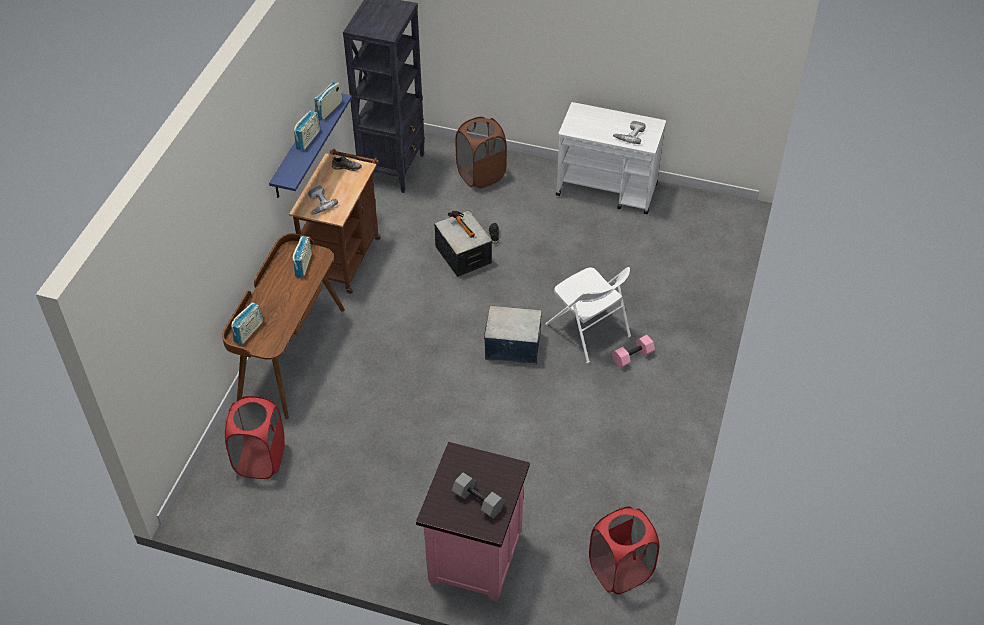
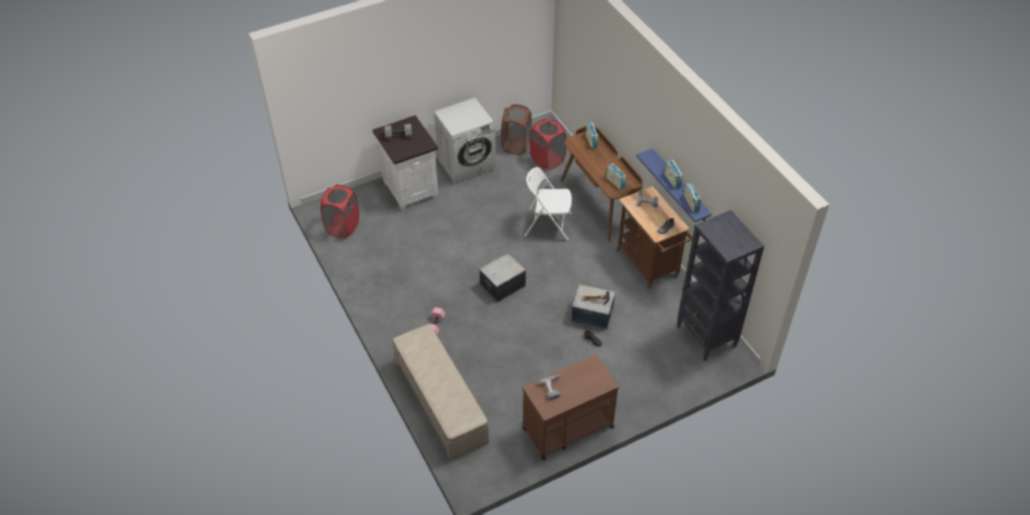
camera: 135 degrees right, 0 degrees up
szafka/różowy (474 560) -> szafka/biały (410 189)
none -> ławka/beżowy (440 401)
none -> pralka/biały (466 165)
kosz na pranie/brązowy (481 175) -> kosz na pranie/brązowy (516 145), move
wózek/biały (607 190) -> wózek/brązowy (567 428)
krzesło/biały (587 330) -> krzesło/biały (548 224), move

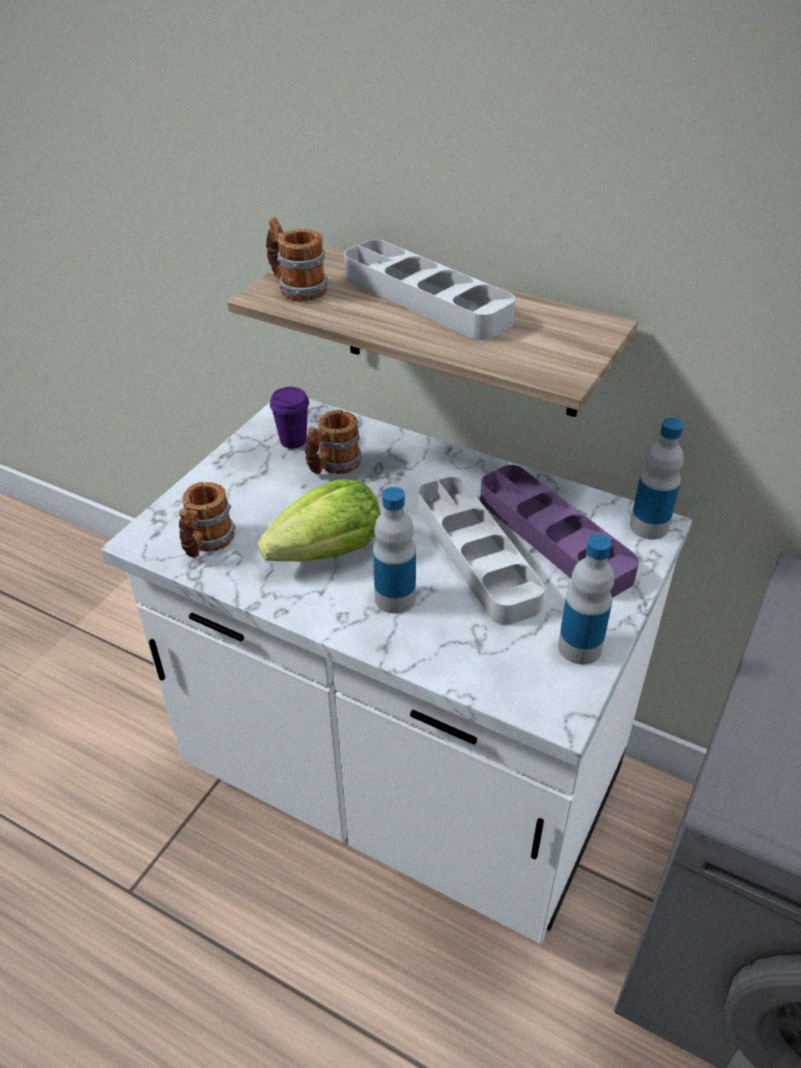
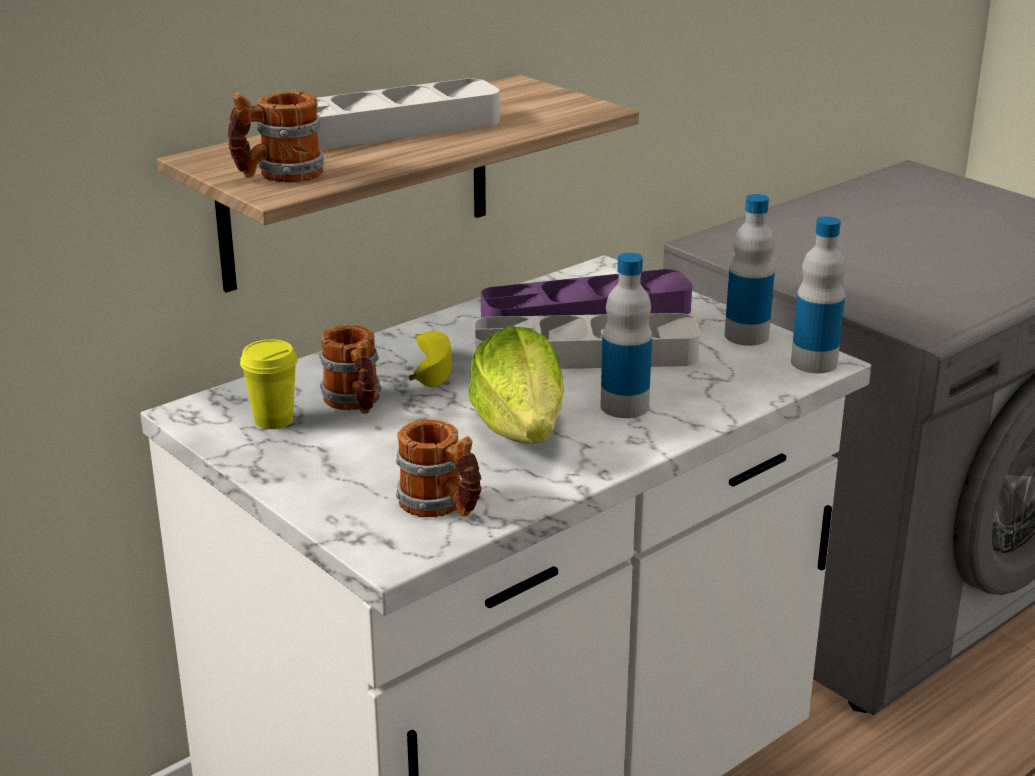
camera: 70 degrees left, 15 degrees down
filiżanka/fioletowy (293 441) -> filiżanka/żółty (274 420)
none -> banan (427 367)
butelka (649 526) -> butelka (814 363), move

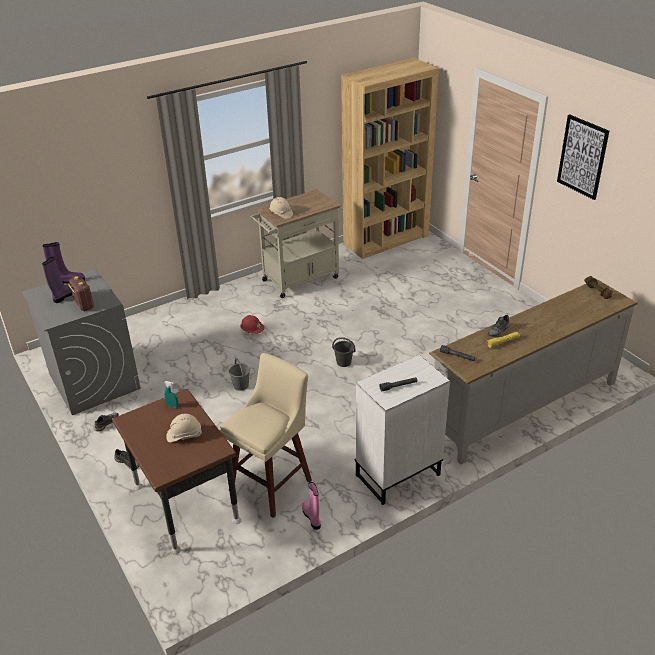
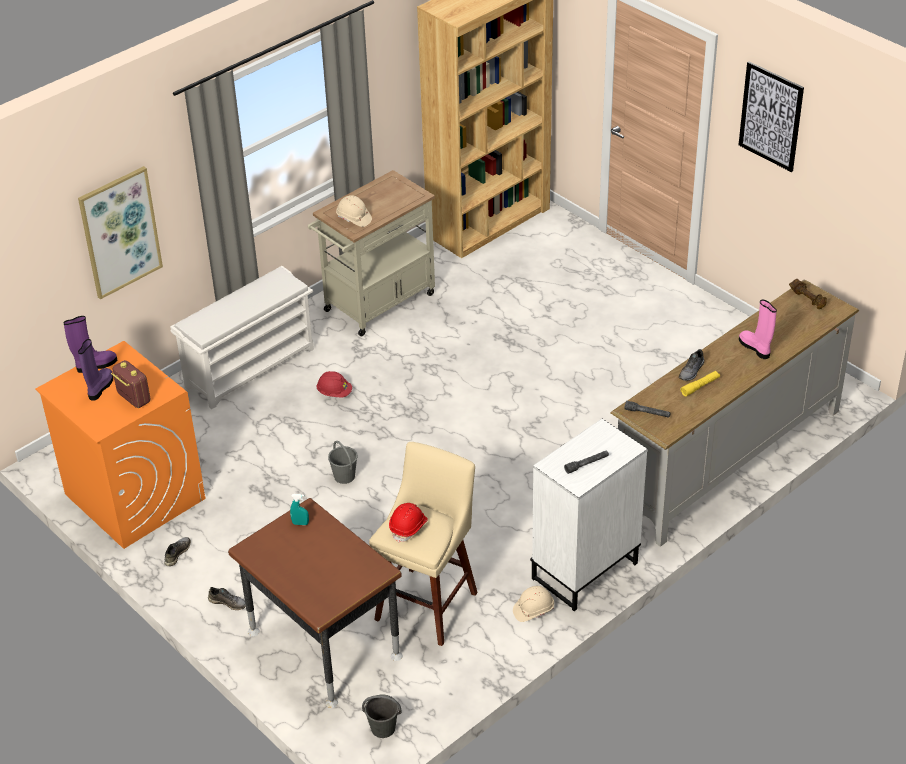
camera: 10 degrees left, 5 degrees up
pralka/szary (94 381) -> pralka/pomarańczowy (134 496)
none -> obraz (120 232)
none -> regał na buty/biały (250 367)
wiadro/szary (344 362) -> wiadro/szary (383 728), move
none -> kask/czerwony (408 527)
kask/beżowy (184 434) -> kask/beżowy (533 610), move
but z cholewką/różowy (312 517) -> but z cholewką/różowy (755 348), move

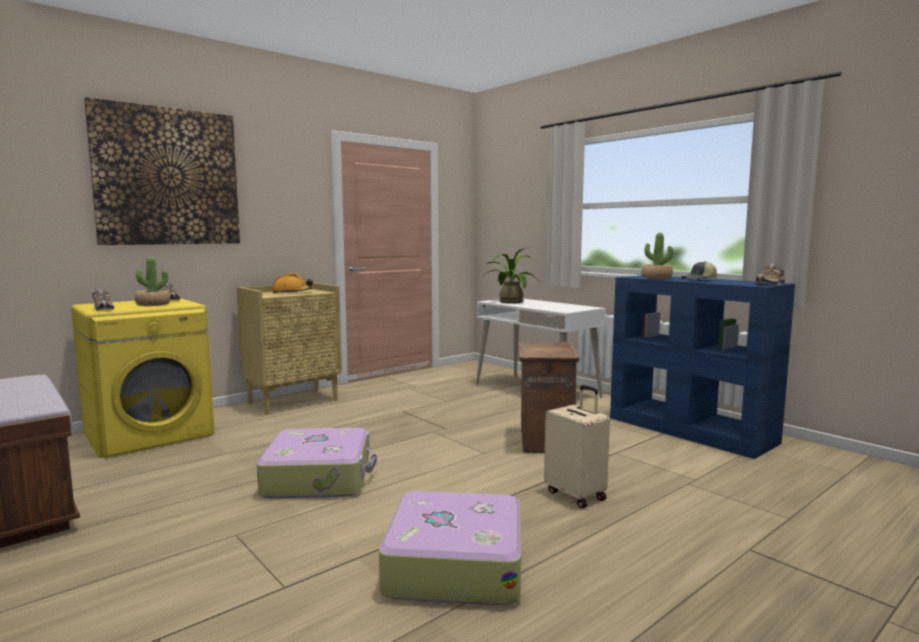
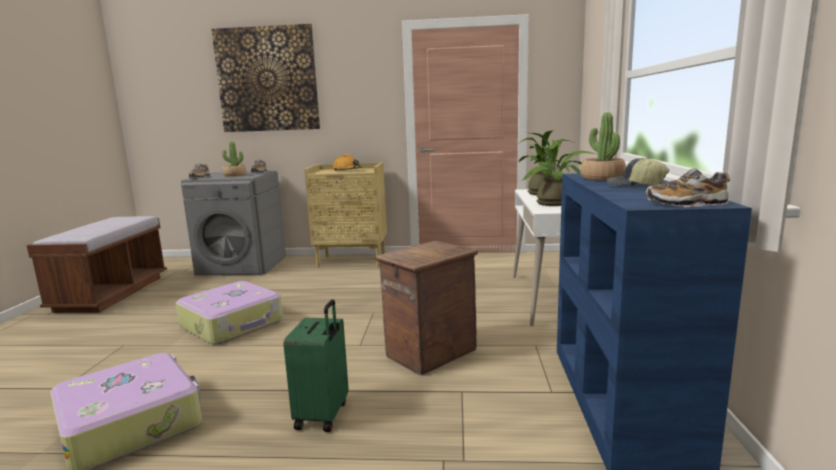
camera: 45 degrees right, 5 degrees up
pralka/żółty (152 434) -> pralka/szary (241 266)
walizka/beżowy (576 495) -> walizka/zielony (323 415)
none -> roślina doniczkowa (557 204)

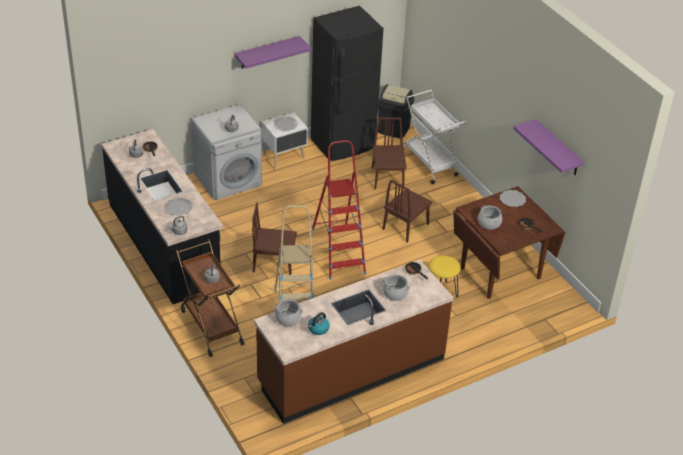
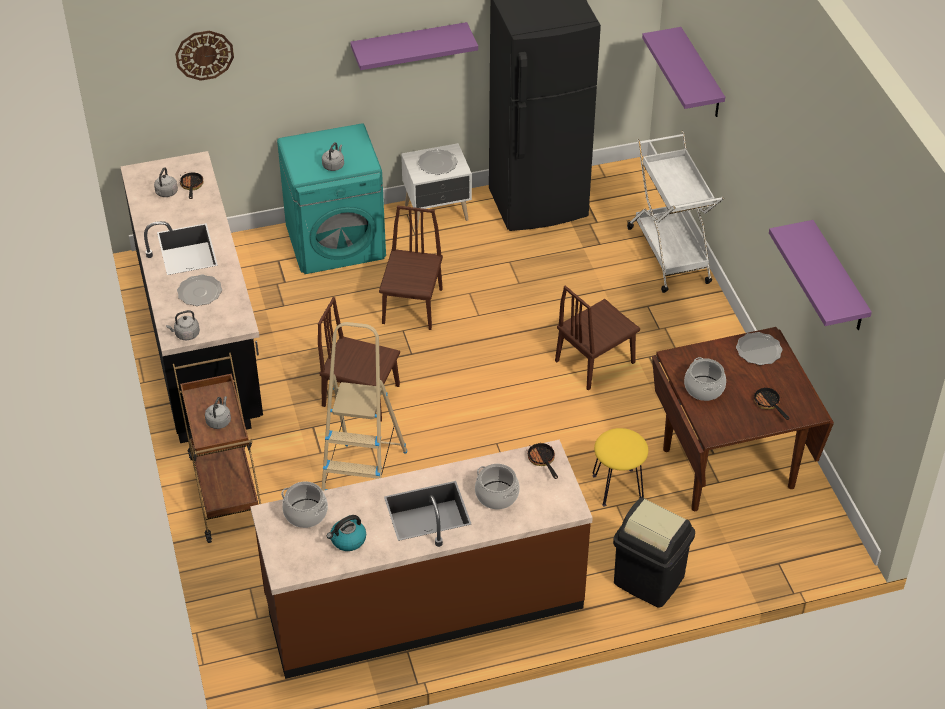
camera: 15 degrees right, 5 degrees up
none -> zegar ścienny (204 55)
pralka/biały (230 180) -> pralka/turkusowy (337 242)
krzesło/brązowy (387 178) -> krzesło/brązowy (412 306), move
kosz na śmieci/czarny (393 129) -> kosz na śmieci/czarny (649 579), move
none -> półka/fioletowy (701 74)
drabinka/czerwony (338 251) -> none

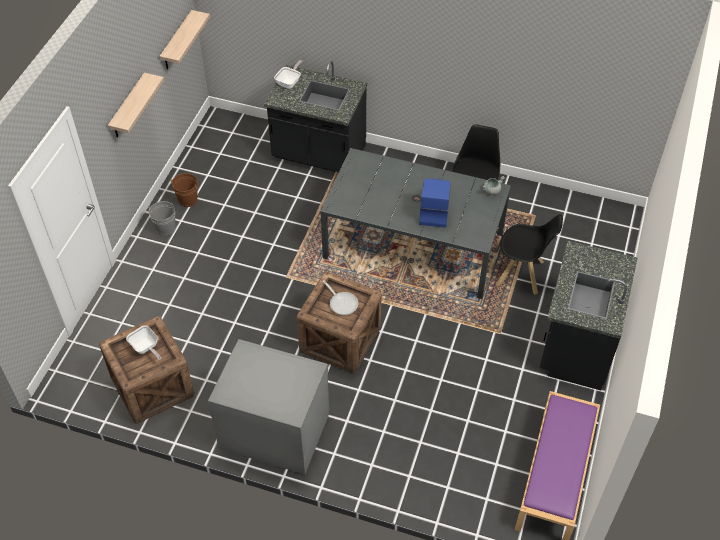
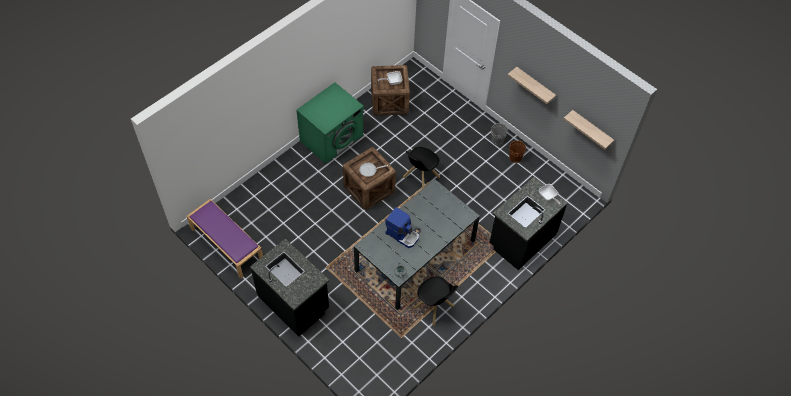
camera: 115 degrees right, 5 degrees up
pralka/szary (274 430) -> pralka/zielony (332 140)
krzesło/czarny (521 274) -> krzesło/czarny (420 177), move

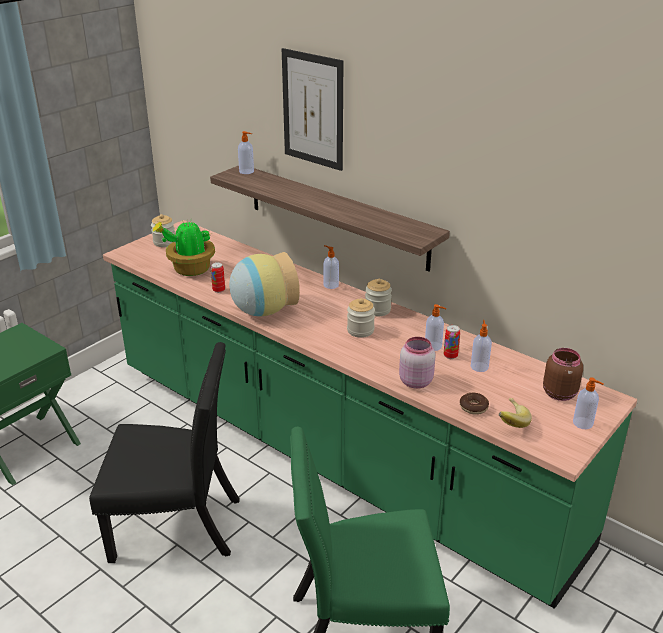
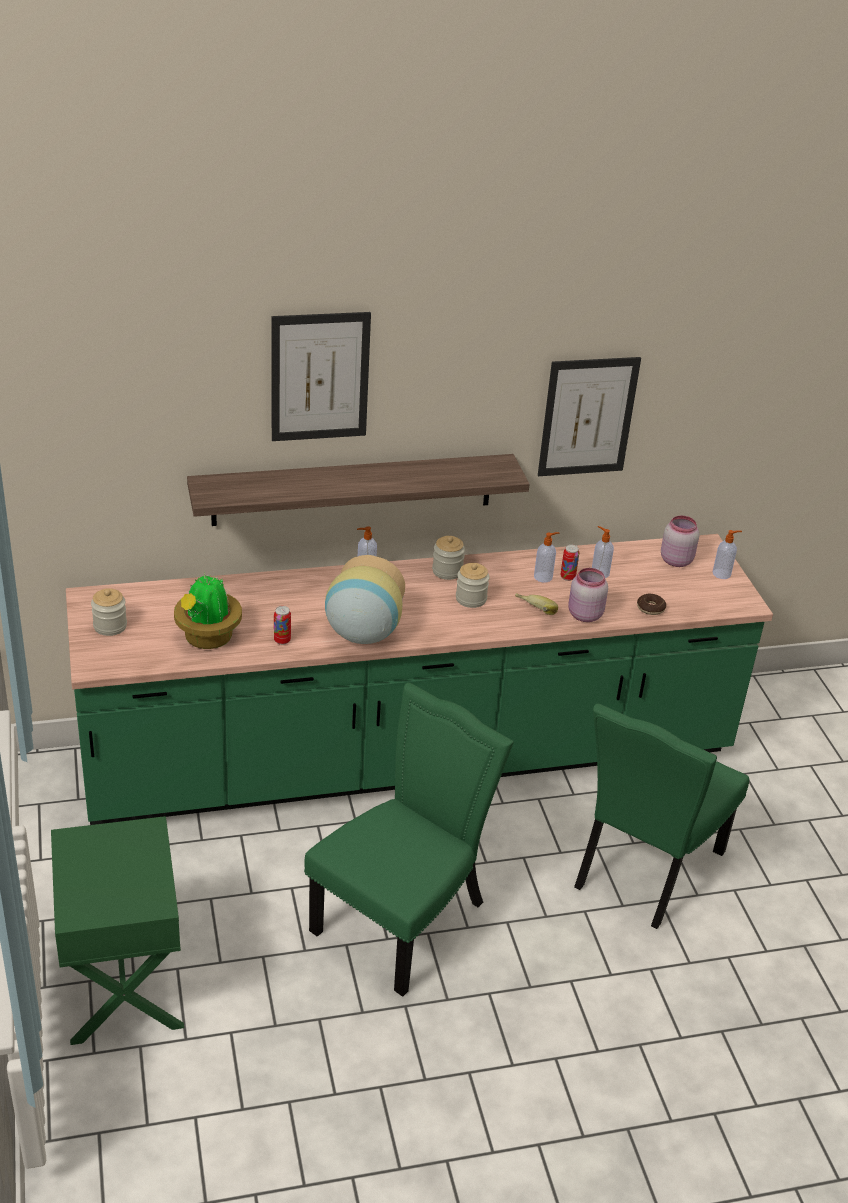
camera: 55 degrees left, 5 degrees up
krzesło/czarny (174 526) -> krzesło/zielony (399 923)
banan (509 422) -> banan (533 614), move
none -> obraz (587 417)
słoik/brązowy (559 393) -> słoik/różowy (675 560)
dozownik mydła (247 171) -> none

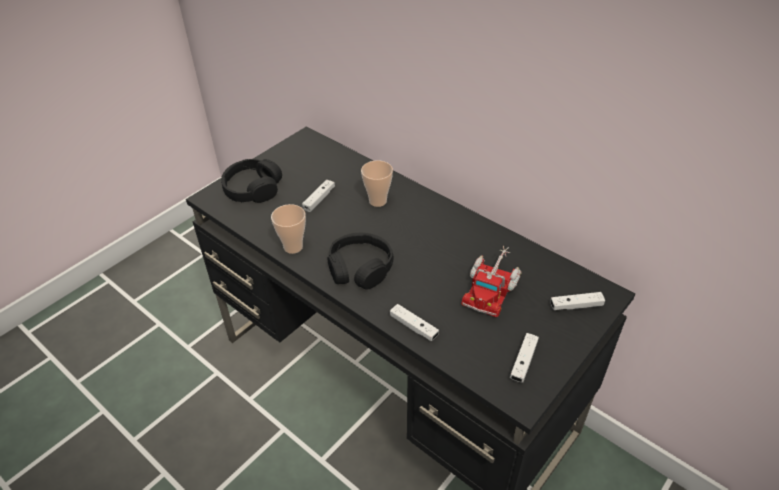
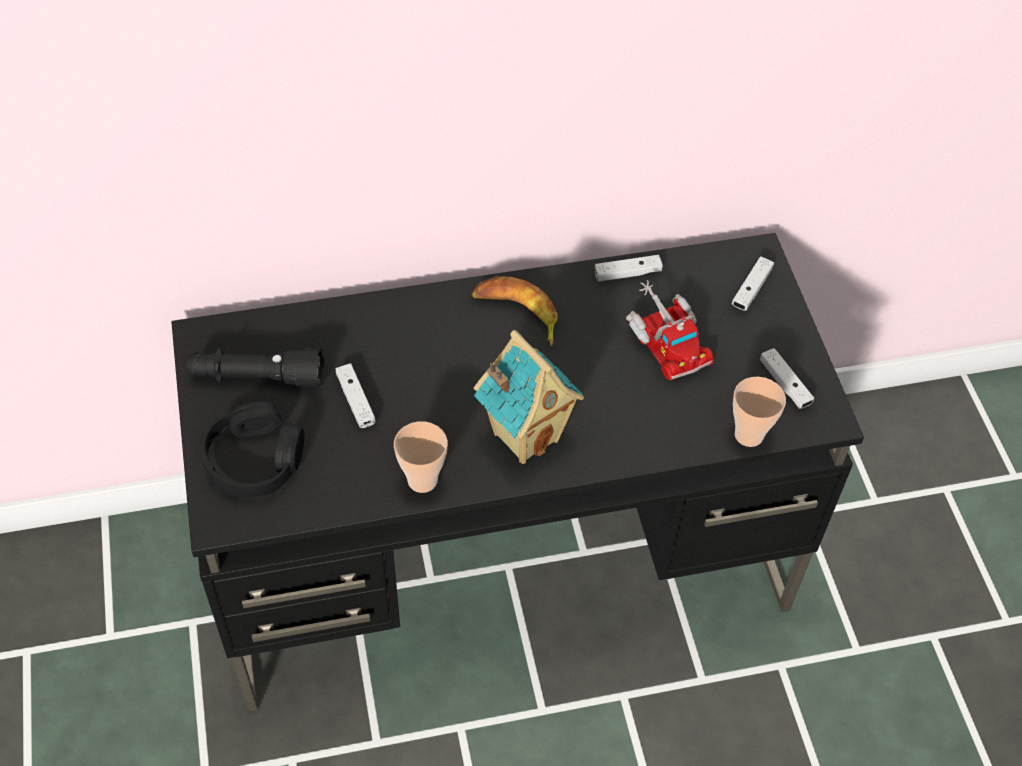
camera: 55 degrees left, 10 degrees up
none -> latarka/czarny (257 377)
none -> banan (517 314)
słuchawki/czarny (360 268) -> domek (525 435)
pad do gier/biały (413 327) -> pad do gier/biały (627 273), move
filiżanka (378 201) -> filiżanka (749 435), move

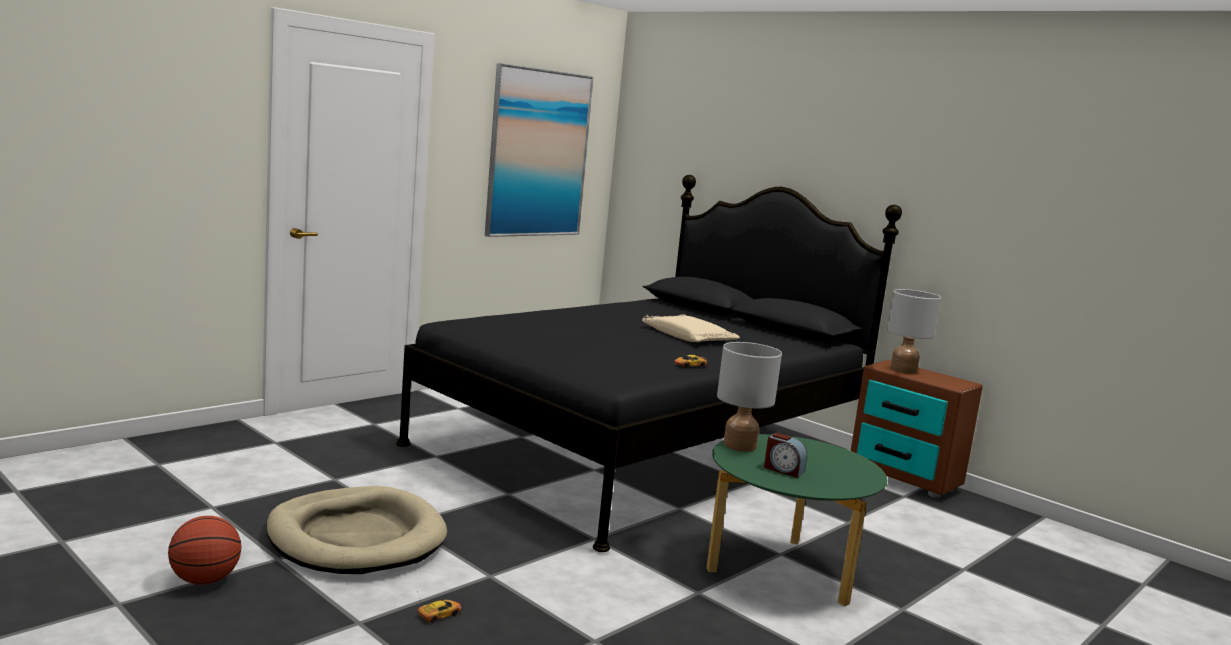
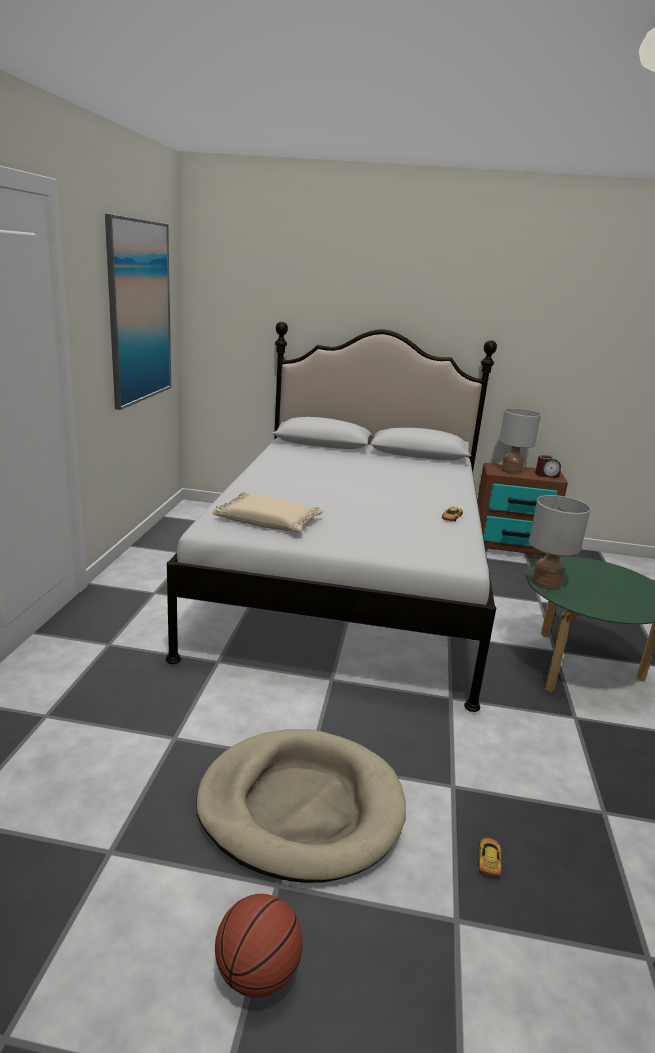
camera: 35 degrees left, 10 degrees up
łóżko/czarny (642 451) -> łóżko/biały (347 586)
poduszka/beżowy (688 336) -> poduszka/beżowy (268 519), move
budzik (783 470) -> budzik (546 475), move

